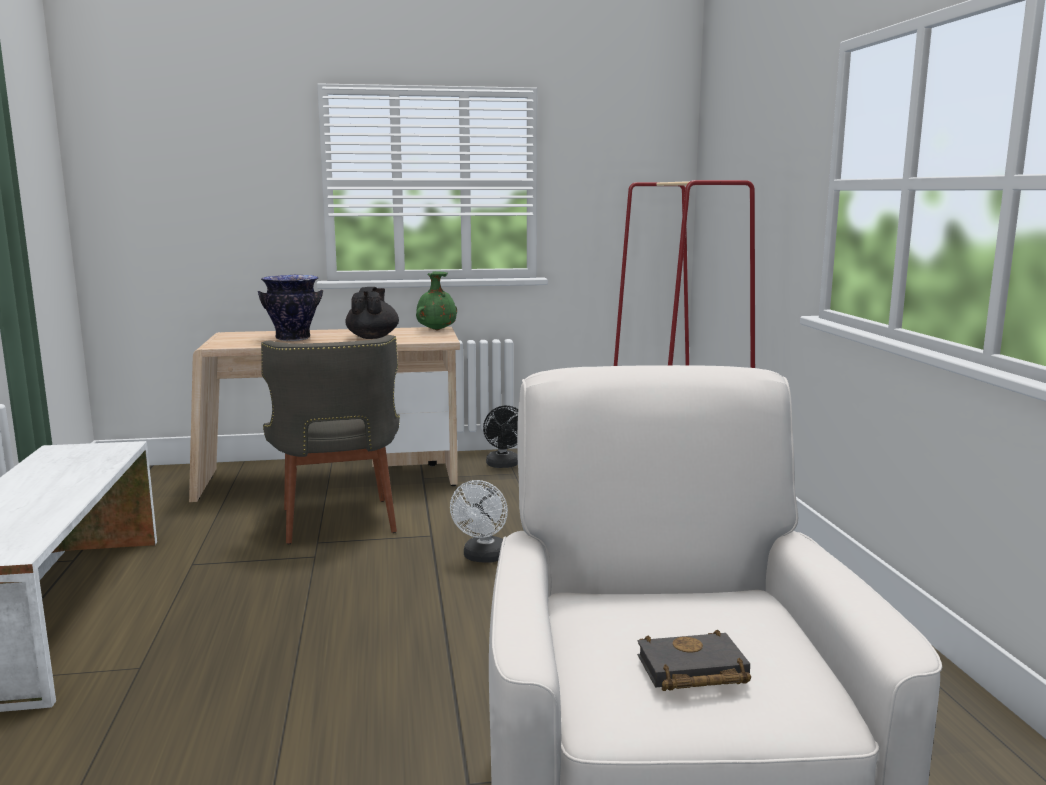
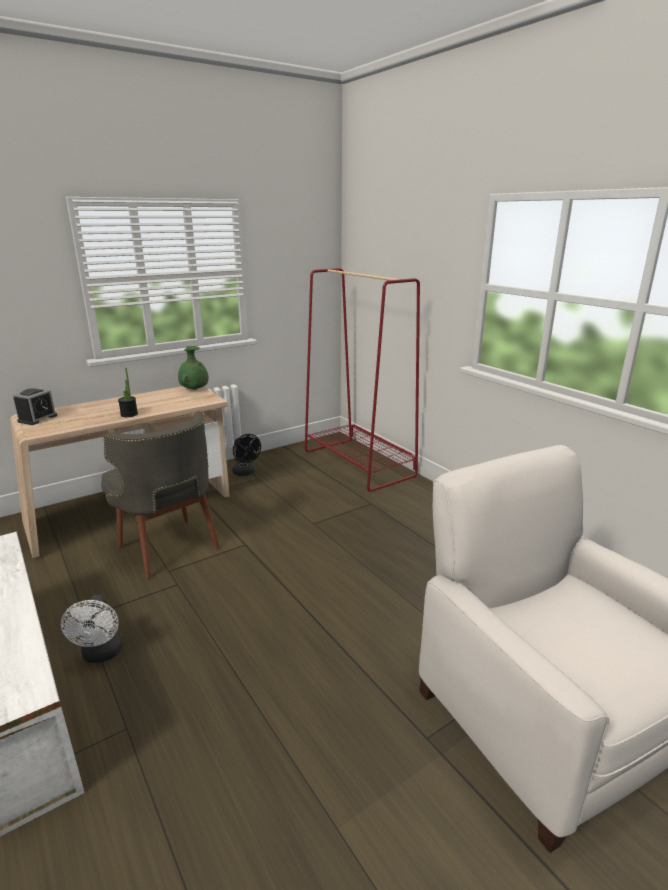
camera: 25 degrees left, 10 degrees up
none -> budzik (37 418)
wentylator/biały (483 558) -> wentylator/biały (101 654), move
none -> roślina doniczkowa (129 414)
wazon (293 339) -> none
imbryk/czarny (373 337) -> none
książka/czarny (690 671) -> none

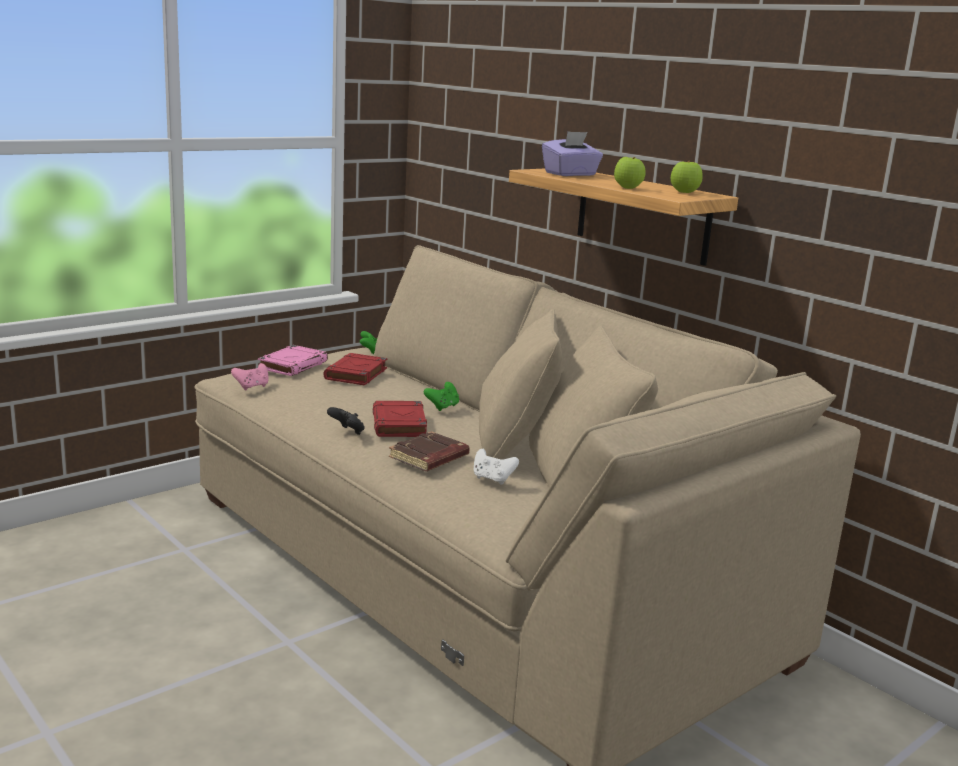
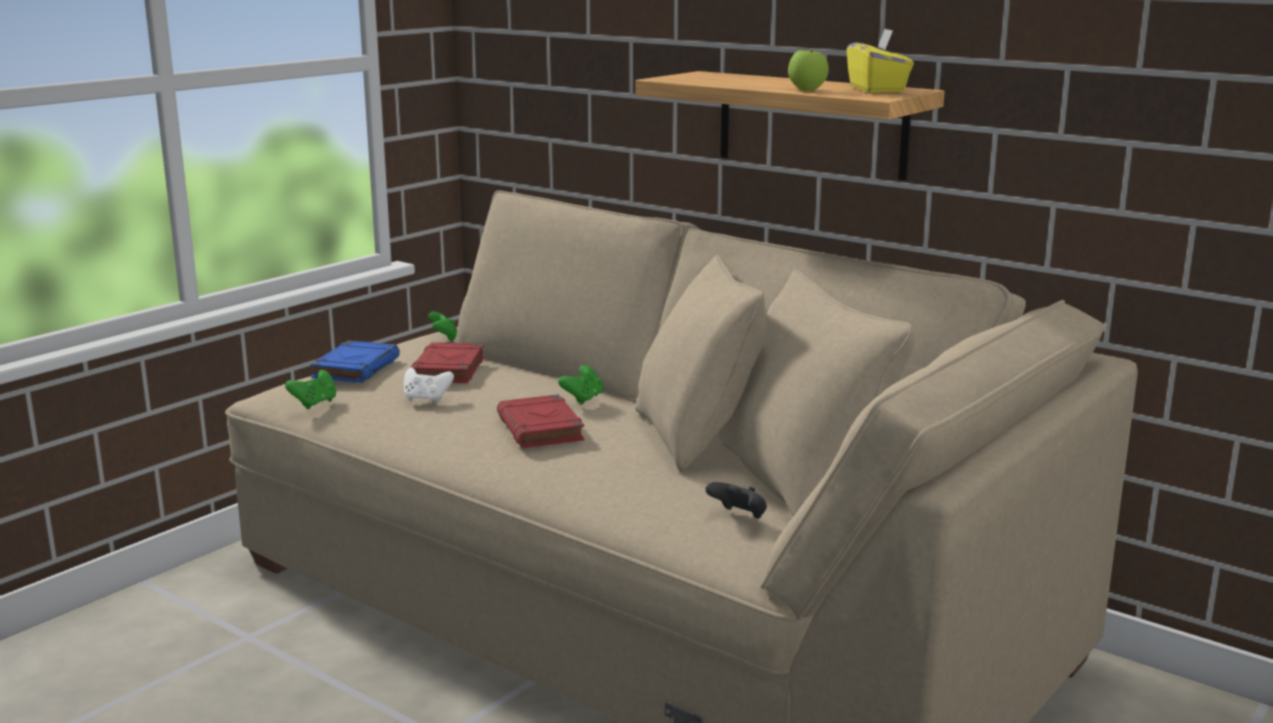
camera: 10 degrees left, 0 degrees up
pad do gier/różowy (252 387) -> pad do gier/zielony (315 403)
książka/różowy (293 365) -> książka/niebieski (356 368)
pad do gier/biały (492 479) -> pad do gier/biały (427 399), move
pad do gier/czarny (347 432) -> pad do gier/czarny (739 517), move
jabłko (684 192) -> pudełko chusteczek/żółty (877 89)
książka/brązowy (429 458) -> none
pudełko chusteczek/fioletowy (570 174) -> none

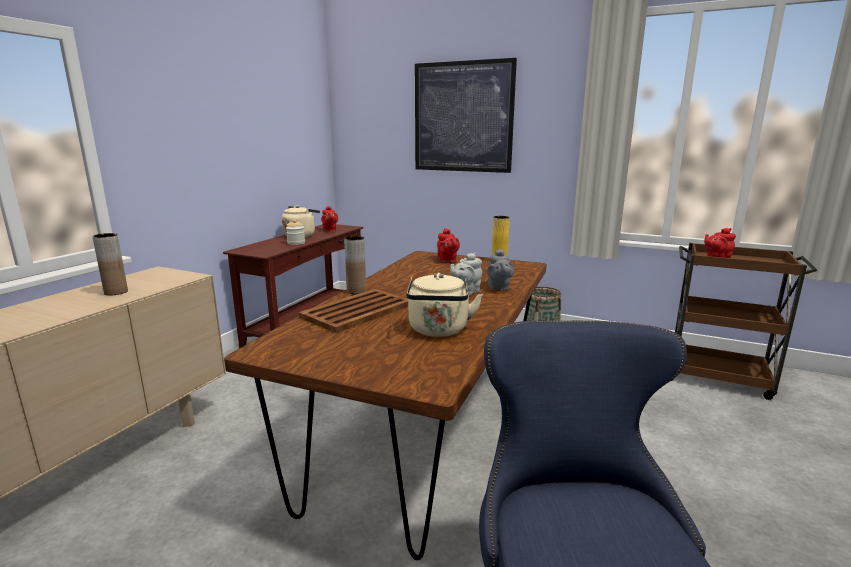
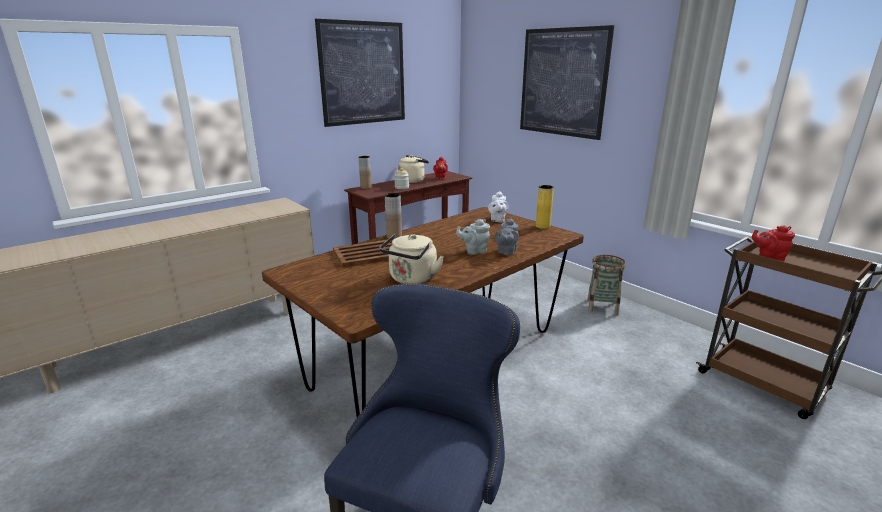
camera: 25 degrees right, 5 degrees up
none -> obraz (363 73)
wazon/brązowy (116 292) -> wazon/brązowy (366 188), move
imbryk/czerwony (447 261) -> imbryk/biały (497 220)

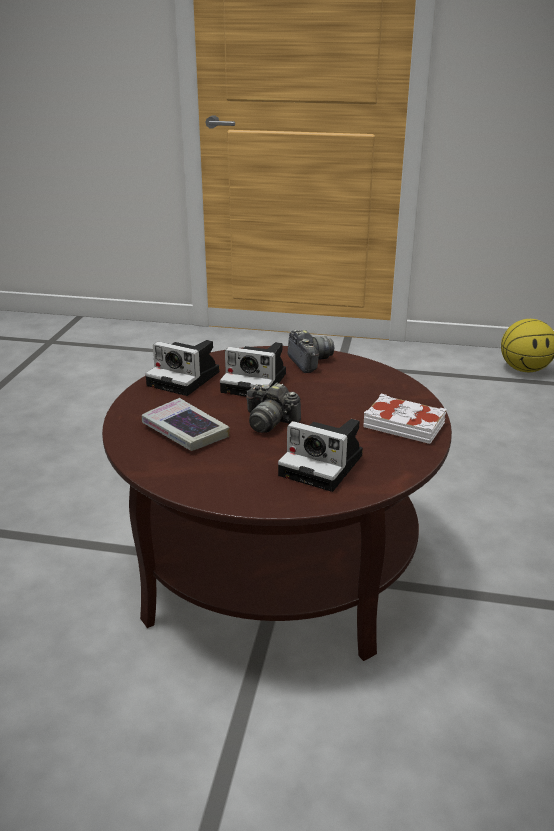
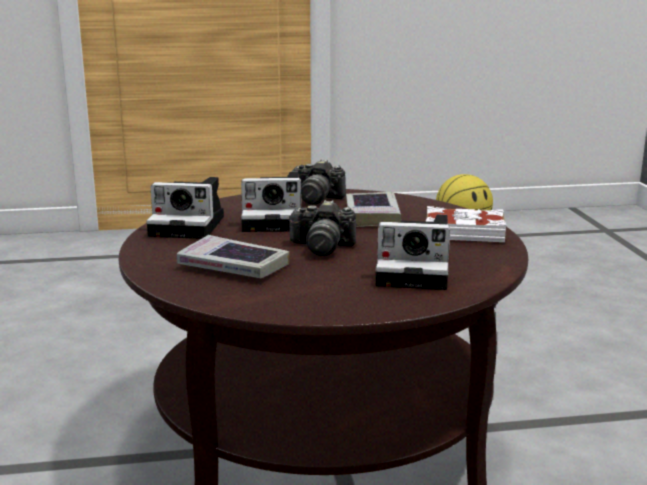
camera: 20 degrees left, 10 degrees down
aparat fotograficzny (309 361) -> aparat fotograficzny (316 198), 150 degrees clockwise
none -> książka (372 215)

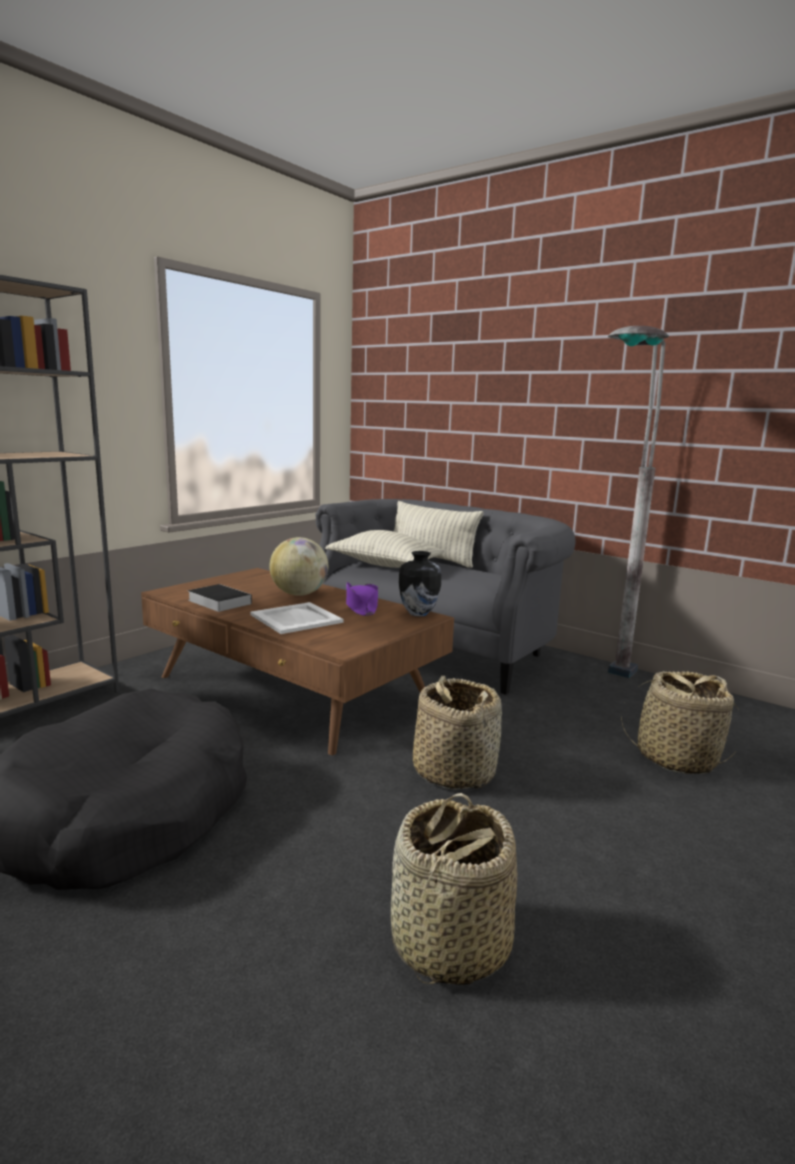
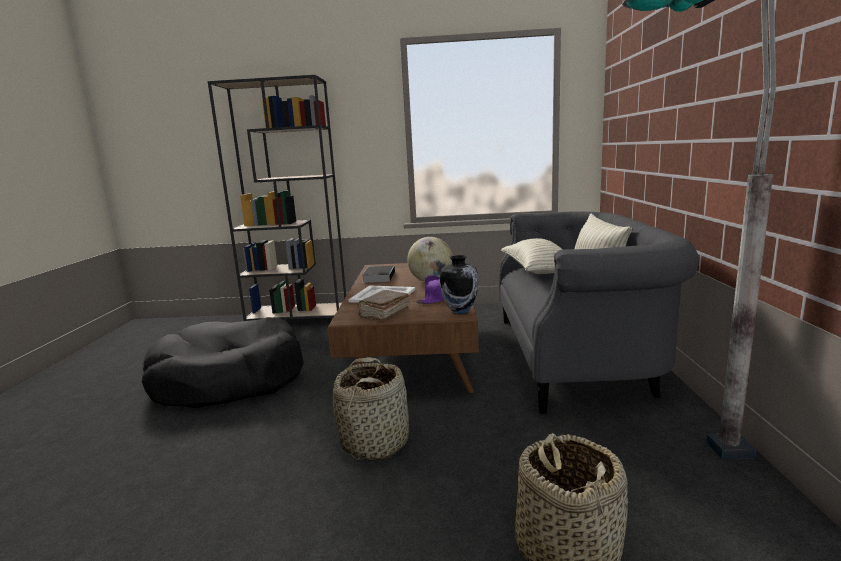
camera: 55 degrees right, 0 degrees up
none -> książka/brązowy (384 313)
koszyk (448 943) -> none

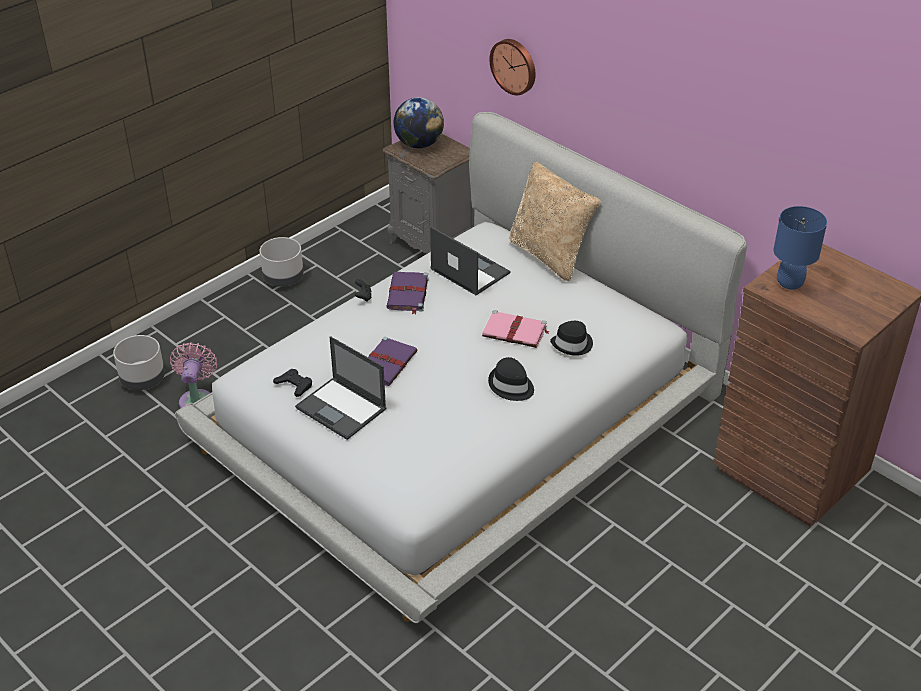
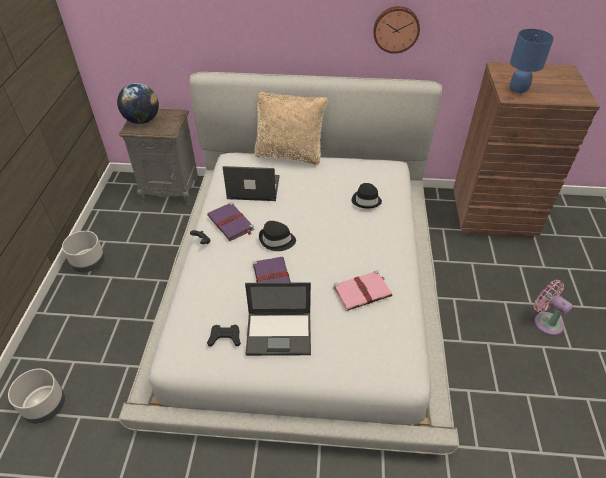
camera: 40 degrees left, 5 degrees up
kapelusz/czarny (511 386) -> kapelusz/czarny (277 240), move
książka/różowy (515 332) -> książka/różowy (363 291), move
zegar ścienny (514 66) -> zegar ścienny (396 29), move
wentylator/różowy (197 399) -> wentylator/różowy (545 321), move

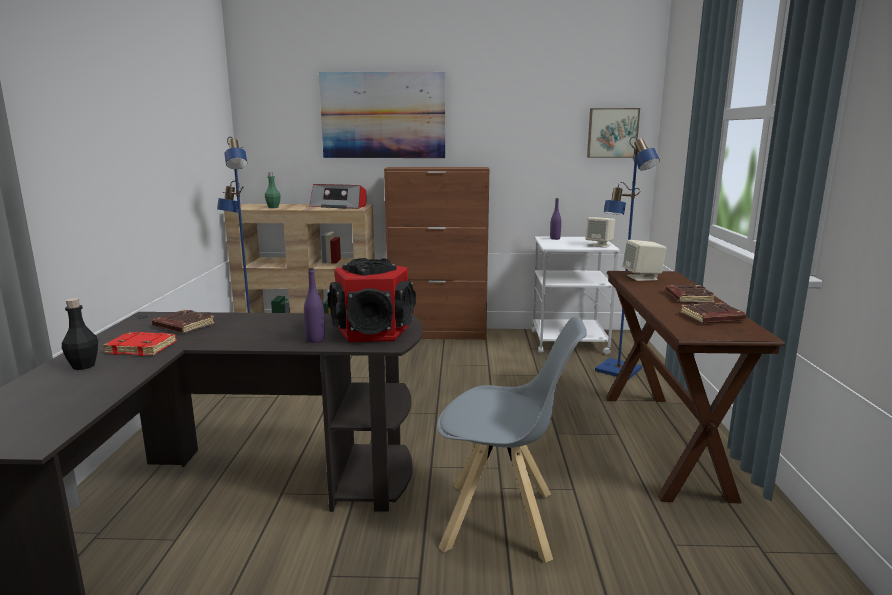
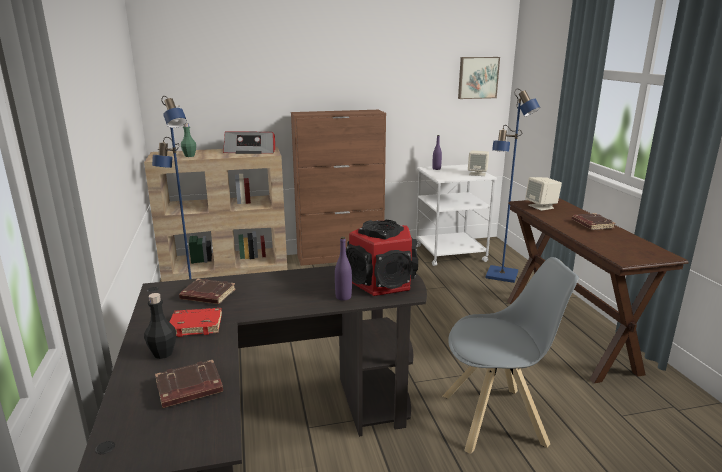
camera: 15 degrees left, 5 degrees up
książka/brązowy (711 318) -> książka/brązowy (189 389), move
obraz (383 115) -> none

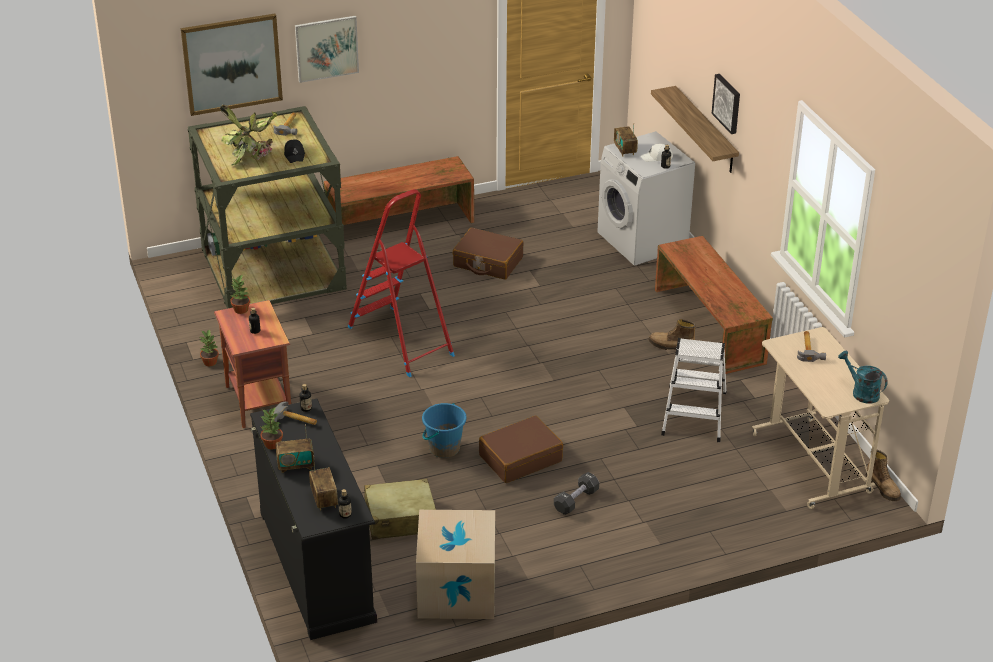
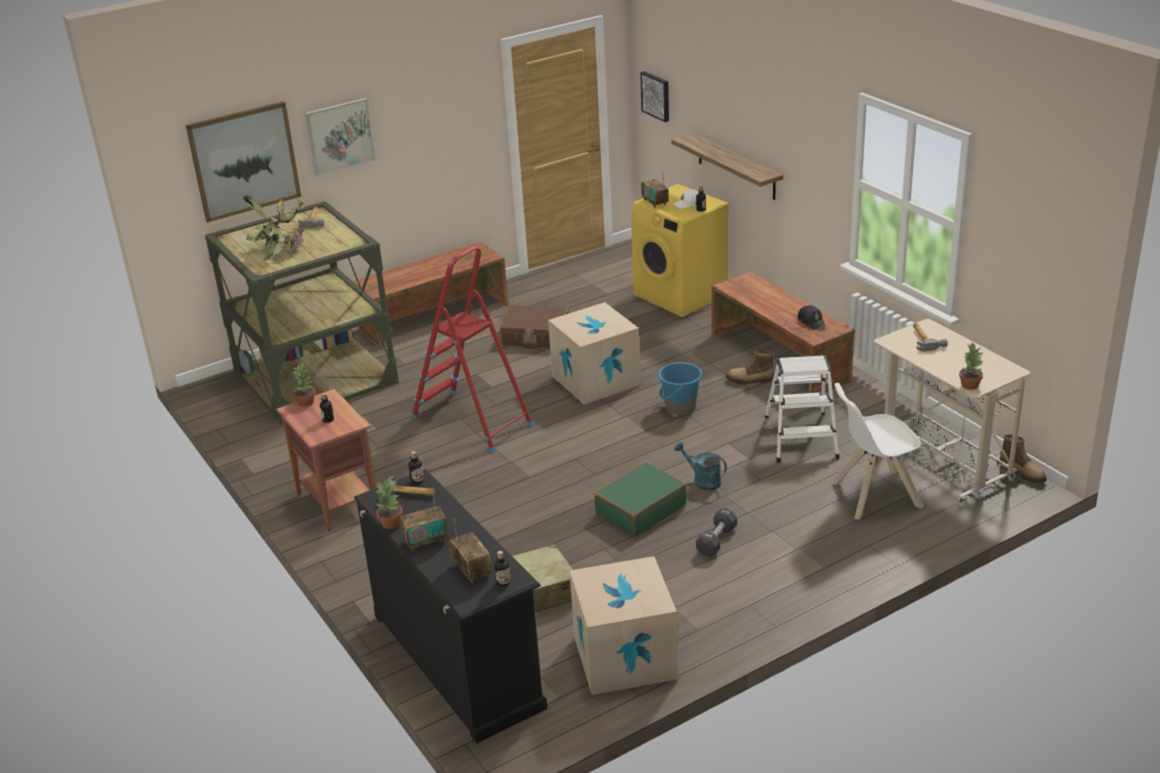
camera: 10 degrees left, 5 degrees down
none -> karton (596 380)
walizka/brązowy (520 458) -> walizka/zielony (640 509)
pralka/biały (641 240) -> pralka/żółty (679 295)
obraz (728 103) -> obraz (656 96), move
wiadro/niebieski (444 448) -> wiadro/niebieski (680 407), move
konewka/turkusowy (861 392) -> konewka/turkusowy (702 481), move
czapka z daszkiem/czarny (295 155) -> czapka z daszkiem/czarny (811 321), move
none -> krzesło/biały (873 495)
roślina doniczkowa (210 362) -> roślina doniczkowa (969 385), move

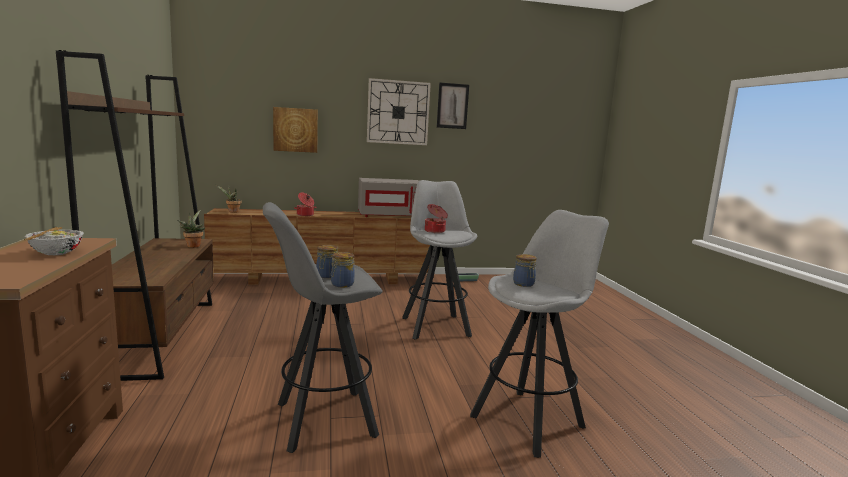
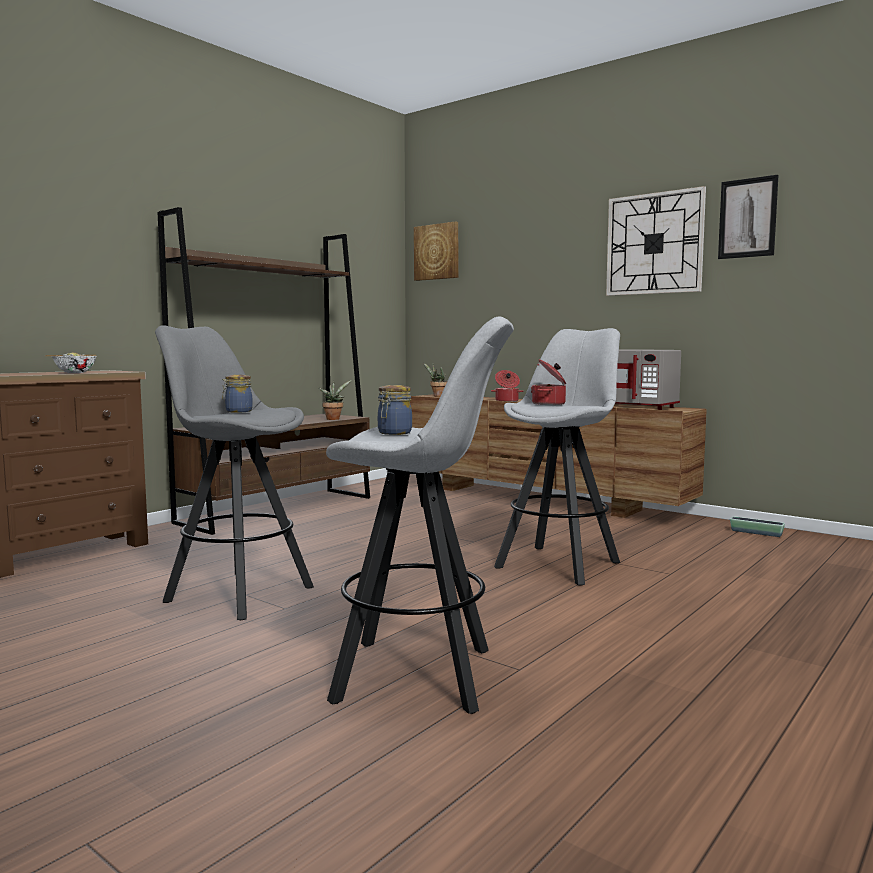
camera: 50 degrees right, 5 degrees down
obraz (295 130) -> obraz (437 252), move
słoik (341 284) -> none

